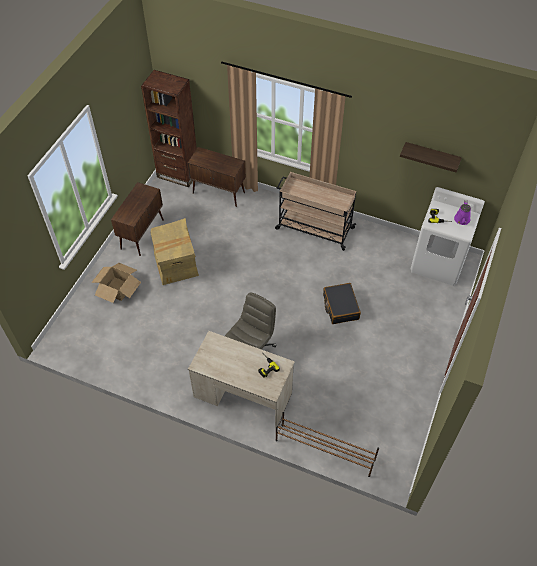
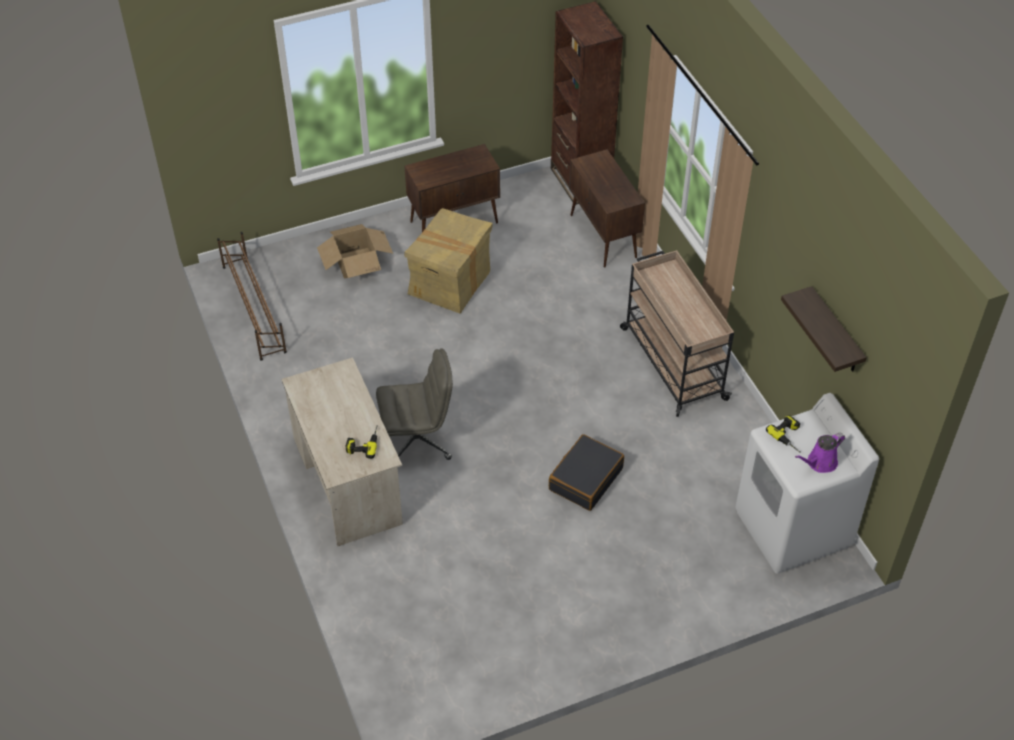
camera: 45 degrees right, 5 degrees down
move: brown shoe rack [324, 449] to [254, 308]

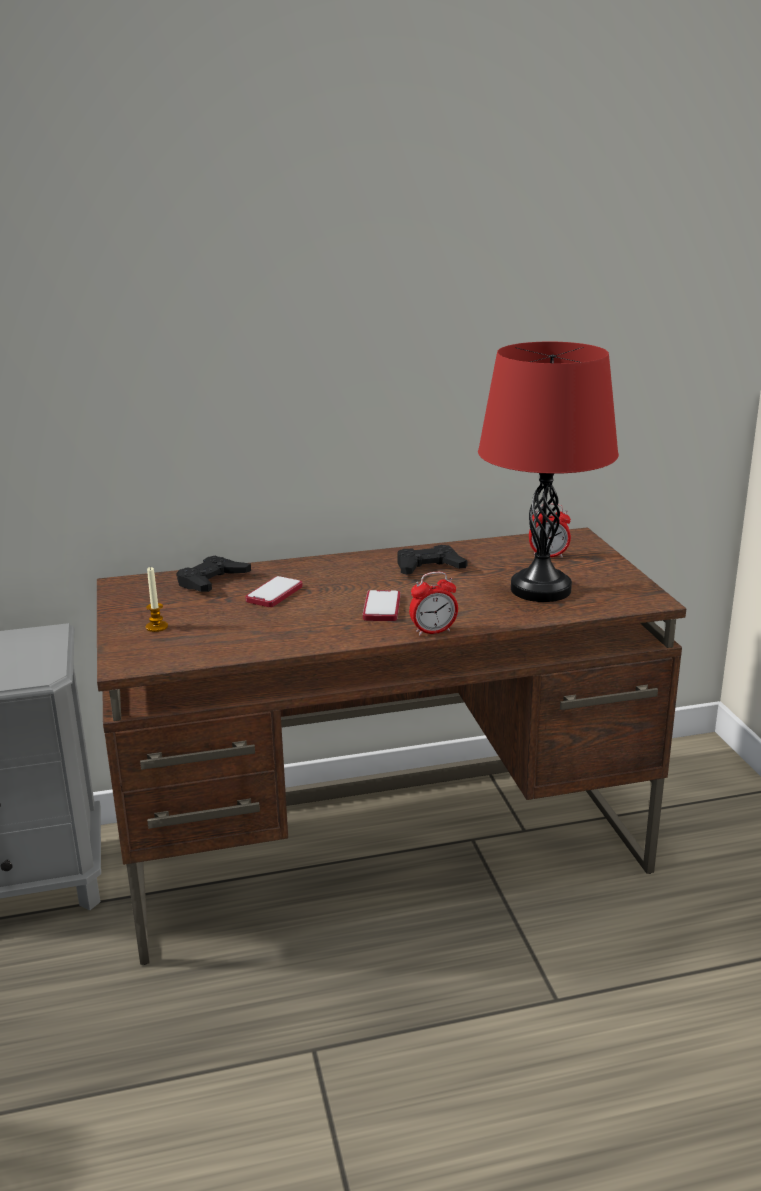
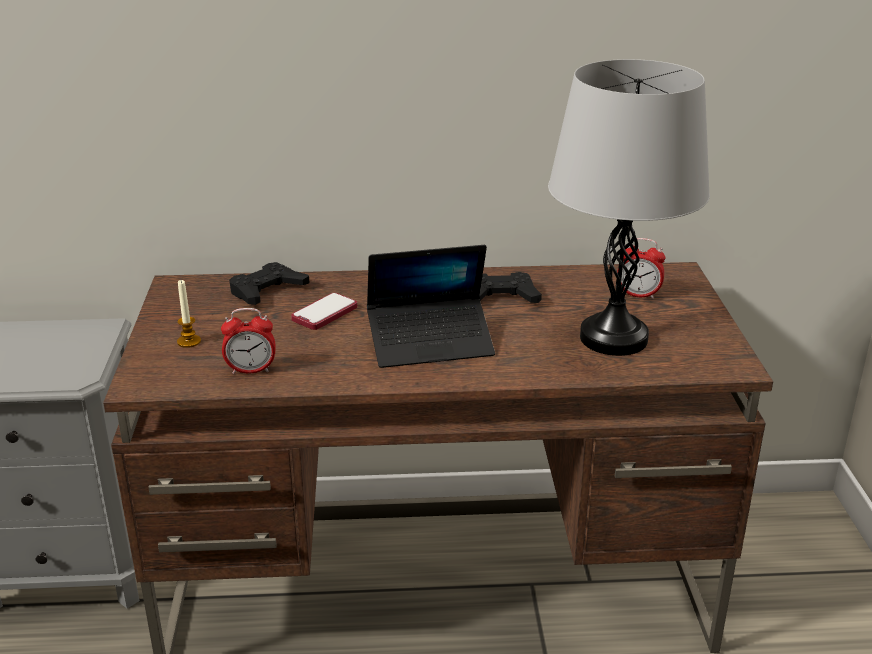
camera: 10 degrees right, 5 degrees up
move: alarm clock [433, 631] to [251, 370]
replace: phone [381, 608] to laptop [430, 343]
recolor: red table lamp [540, 589] to grey table lamp [613, 338]

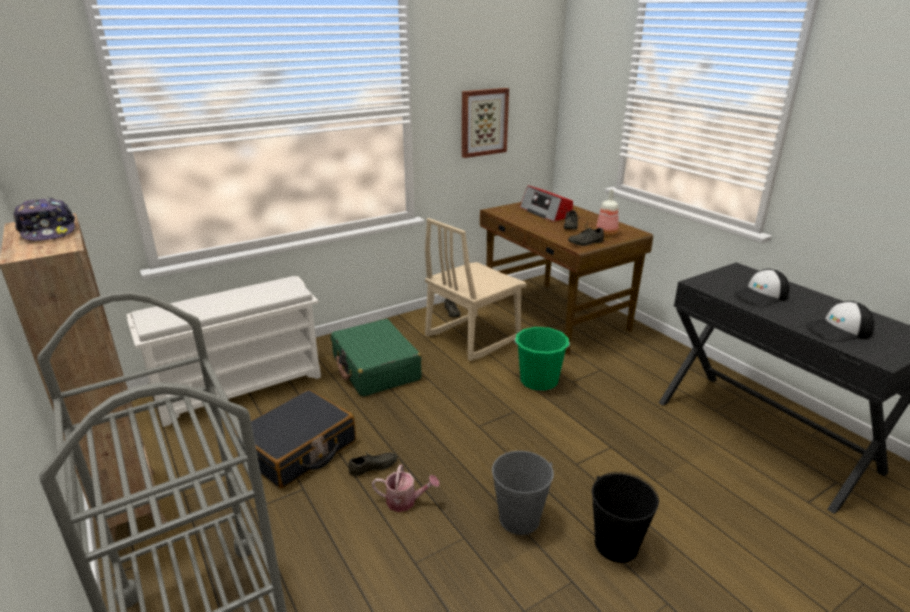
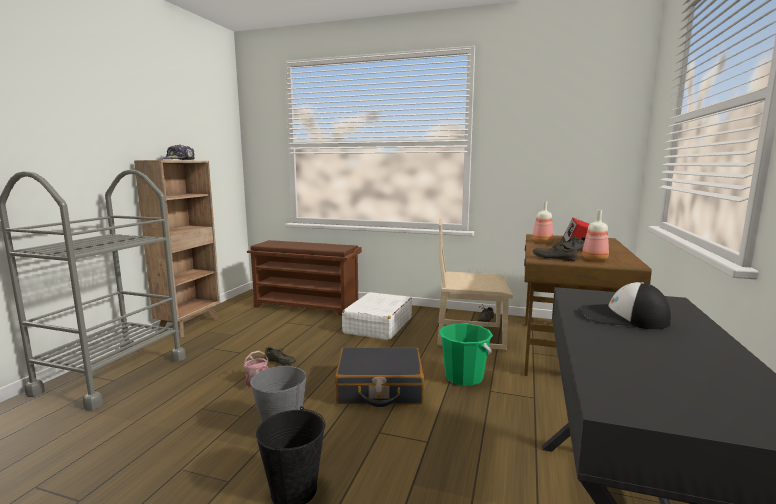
camera: 50 degrees right, 15 degrees down
delete: picture [483, 122]; cap [839, 330]
insert: bottle [541, 241]
move: black suitcase [298, 449] to [379, 388]
recolor: white shoe rack [241, 386] to brown shoe rack [307, 306]; green suitcase [376, 368] to white suitcase [378, 325]

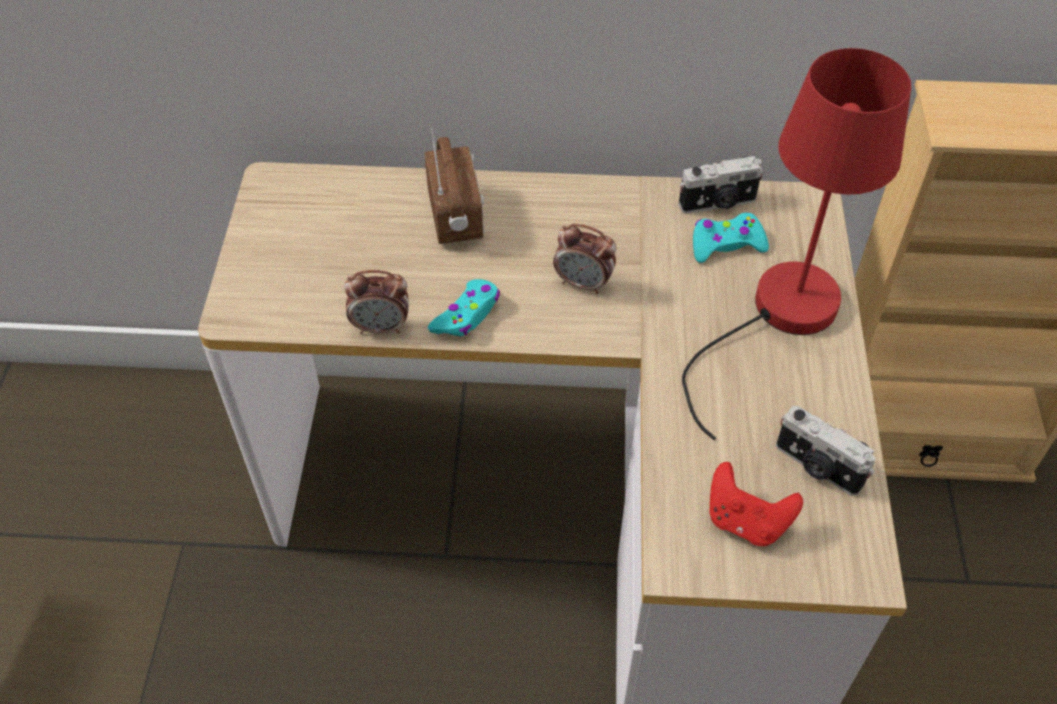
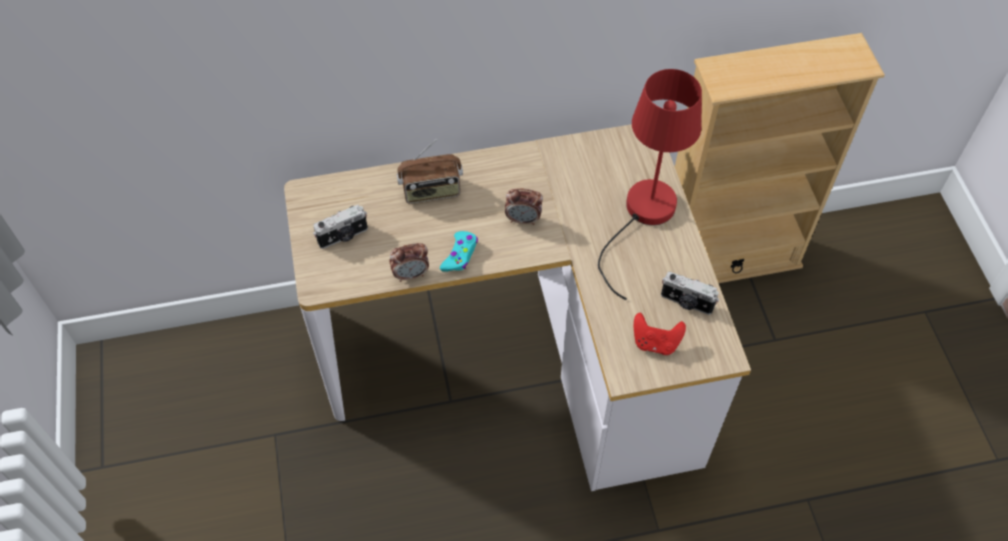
camera: 15 degrees left, 5 degrees up
delete: turquoise game controller [726, 244]
move: photo camera [718, 204] to [343, 236]
rotate: radio [456, 216] = [431, 191] 105 degrees clockwise

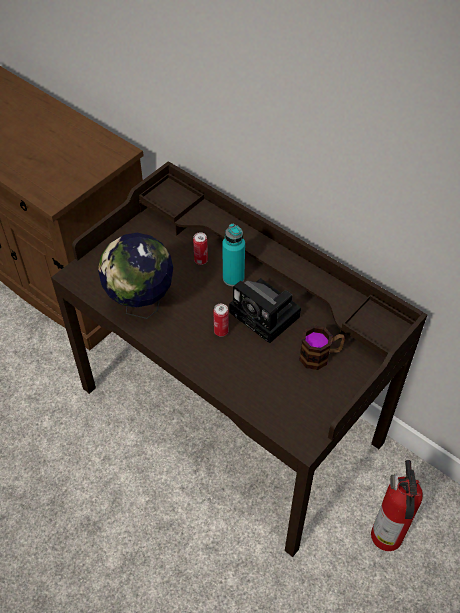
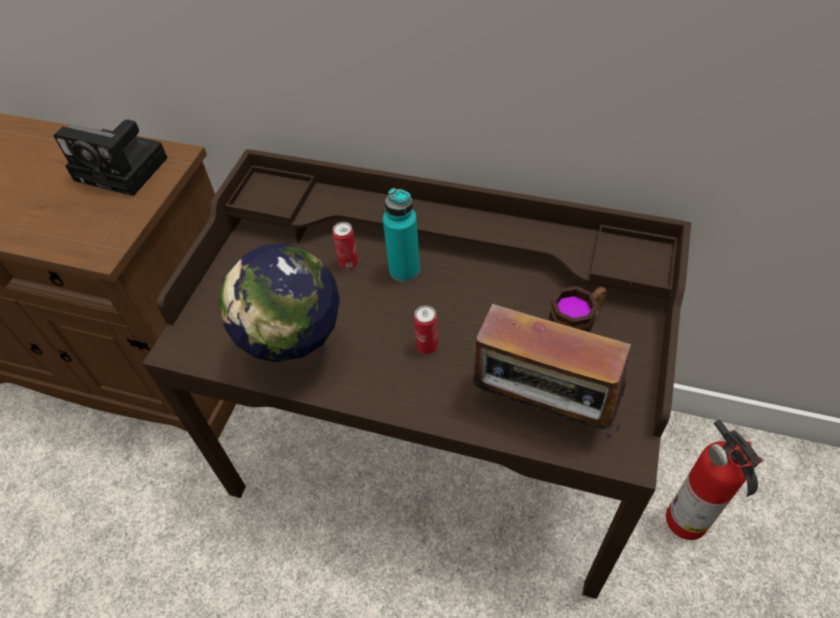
camera: 20 degrees left, 0 degrees up
insert: radio [542, 409]
move: photo camera [267, 315] to [125, 169]

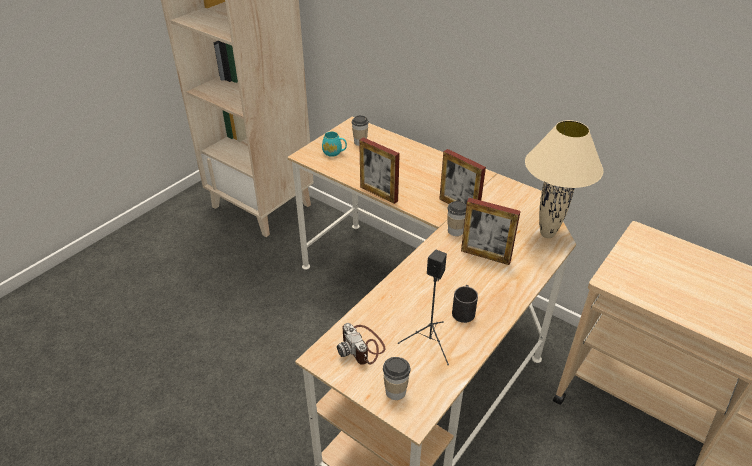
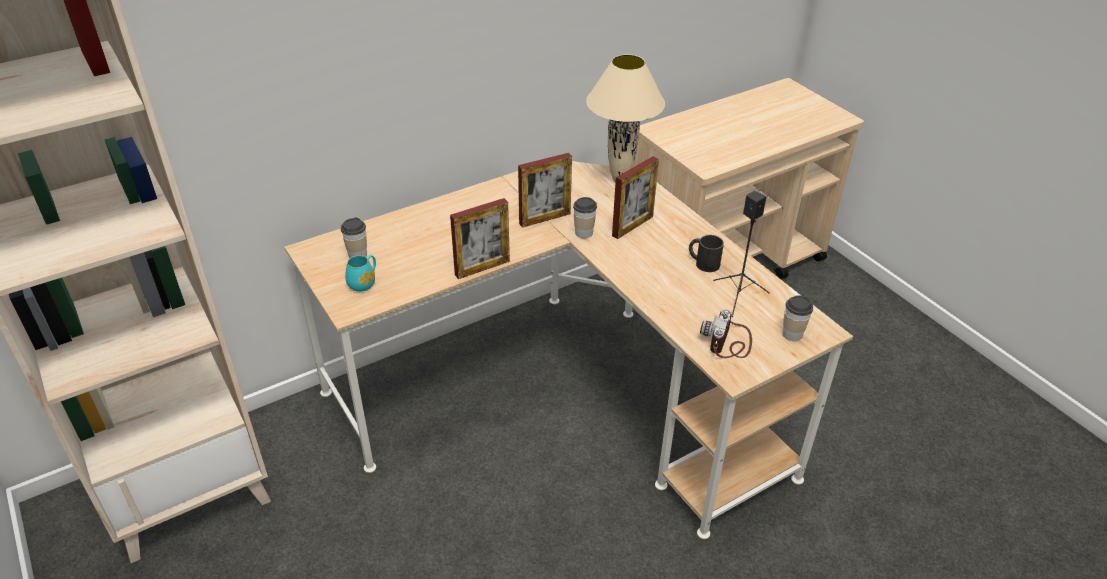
camera: 70 degrees left, 0 degrees up
rotate: photo camera [362, 346] = [728, 342] 120 degrees clockwise

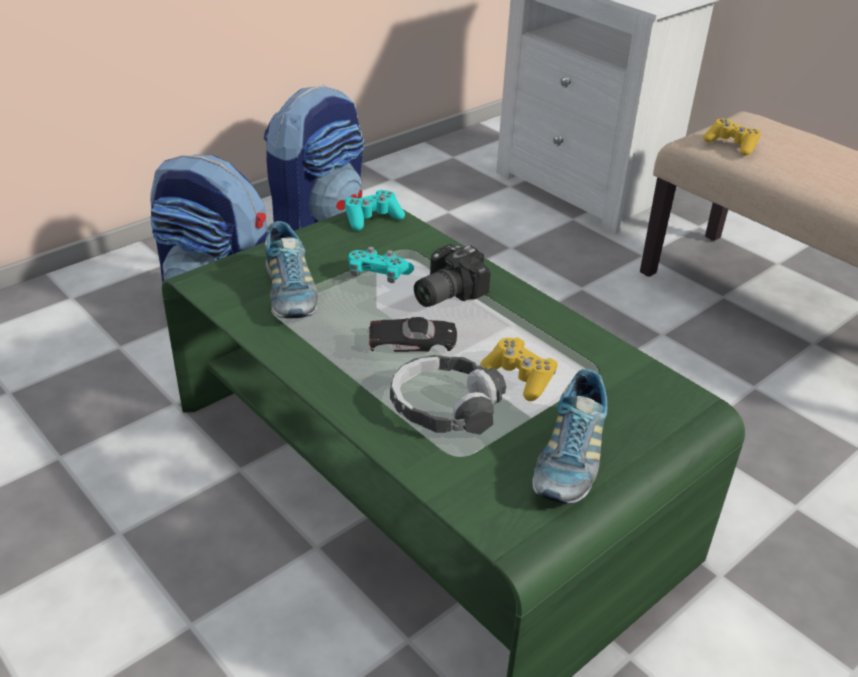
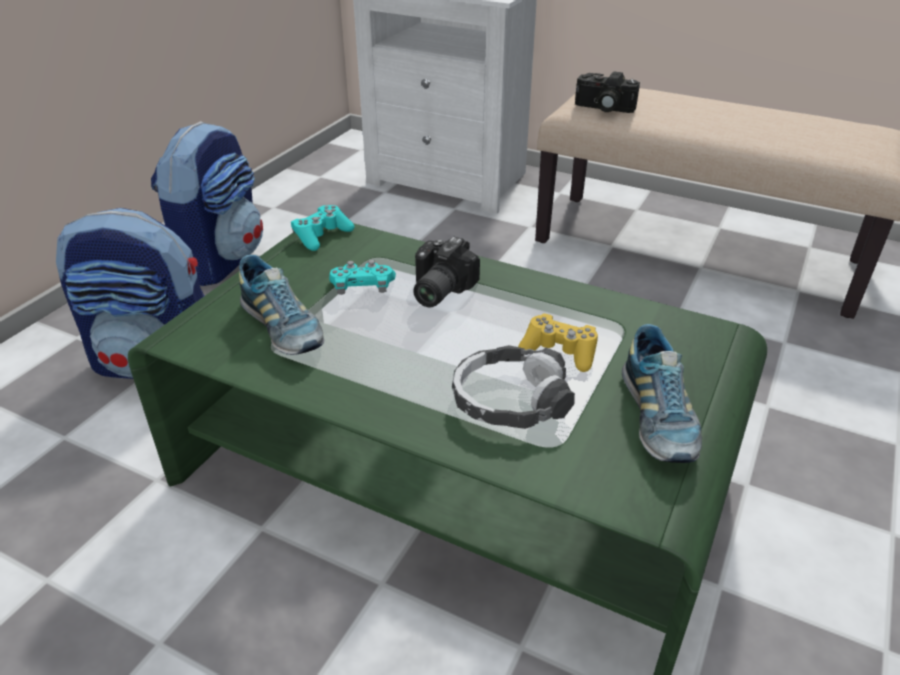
camera: 20 degrees left, 0 degrees up
delete: black toy car [412, 341]
replace: yellow game controller [731, 144] to photo camera [603, 108]

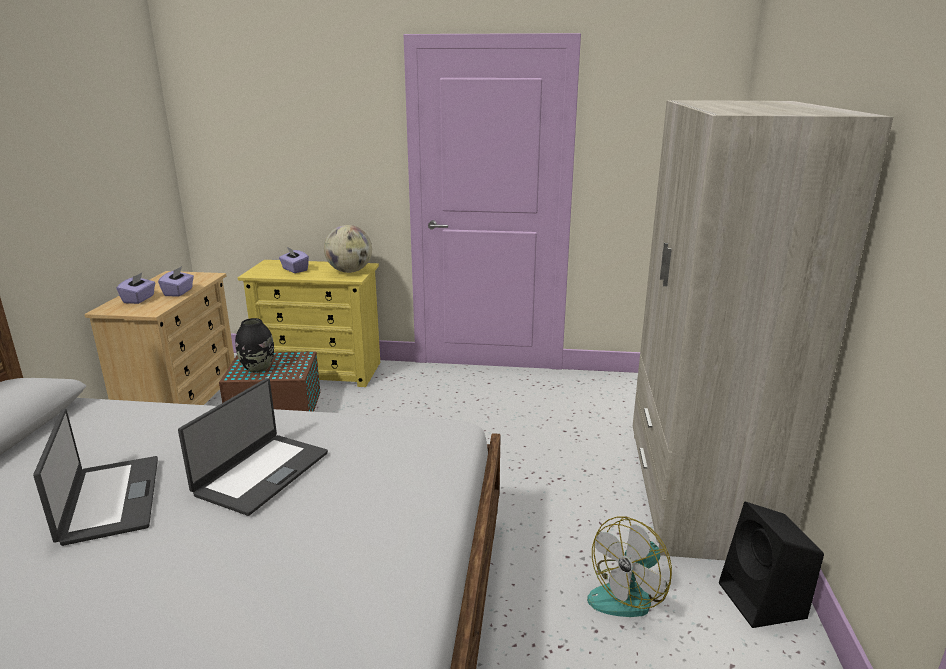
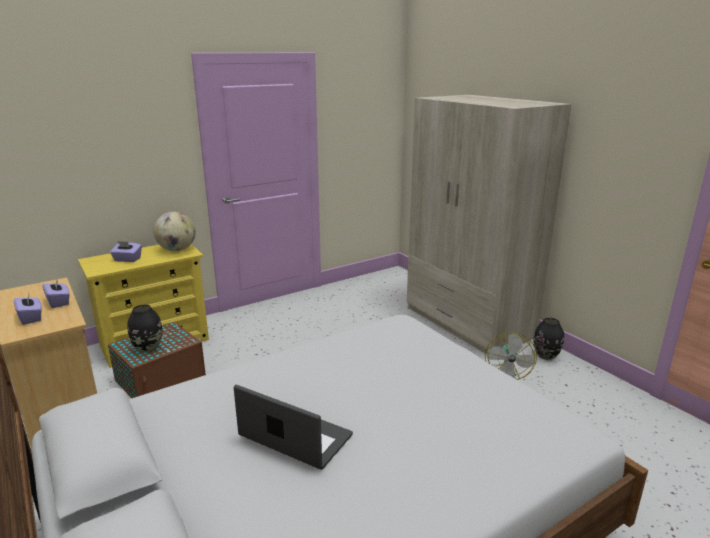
camera: 40 degrees left, 0 degrees up
delete: laptop [261, 473]
replace: black speaker [763, 602] to black vase [546, 356]

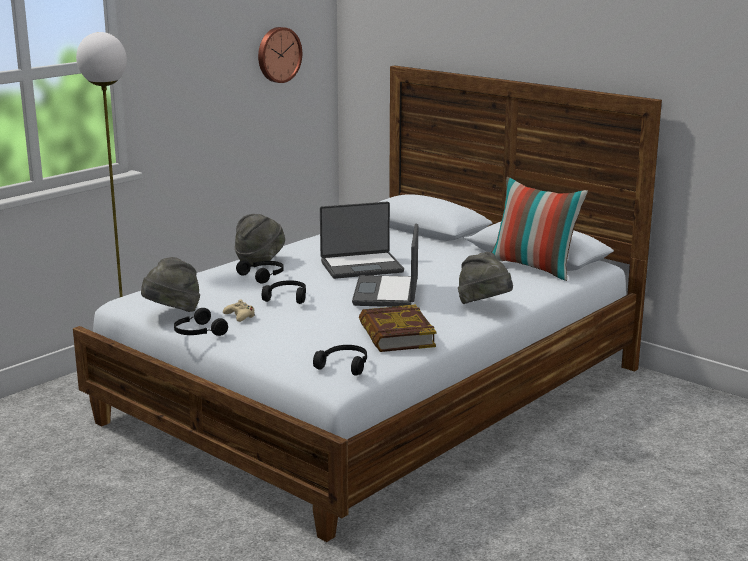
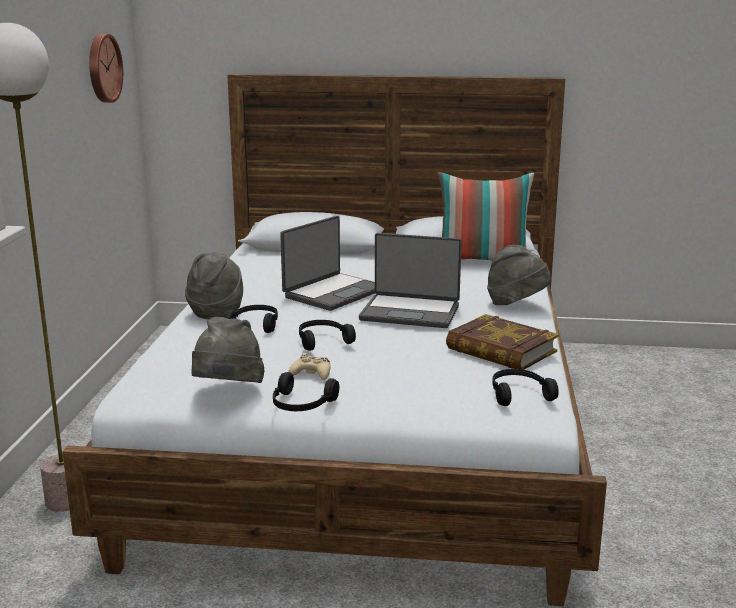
camera: 35 degrees left, 0 degrees up
rotate: laptop [387, 293] = [410, 312] 45 degrees counterclockwise

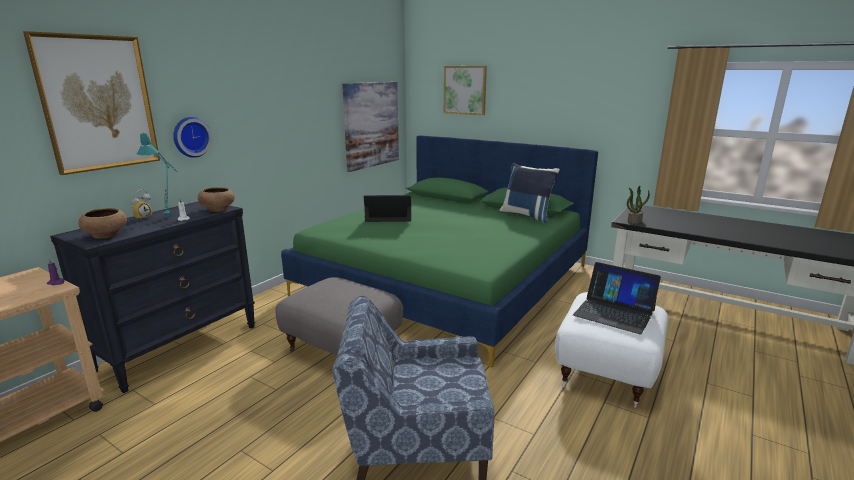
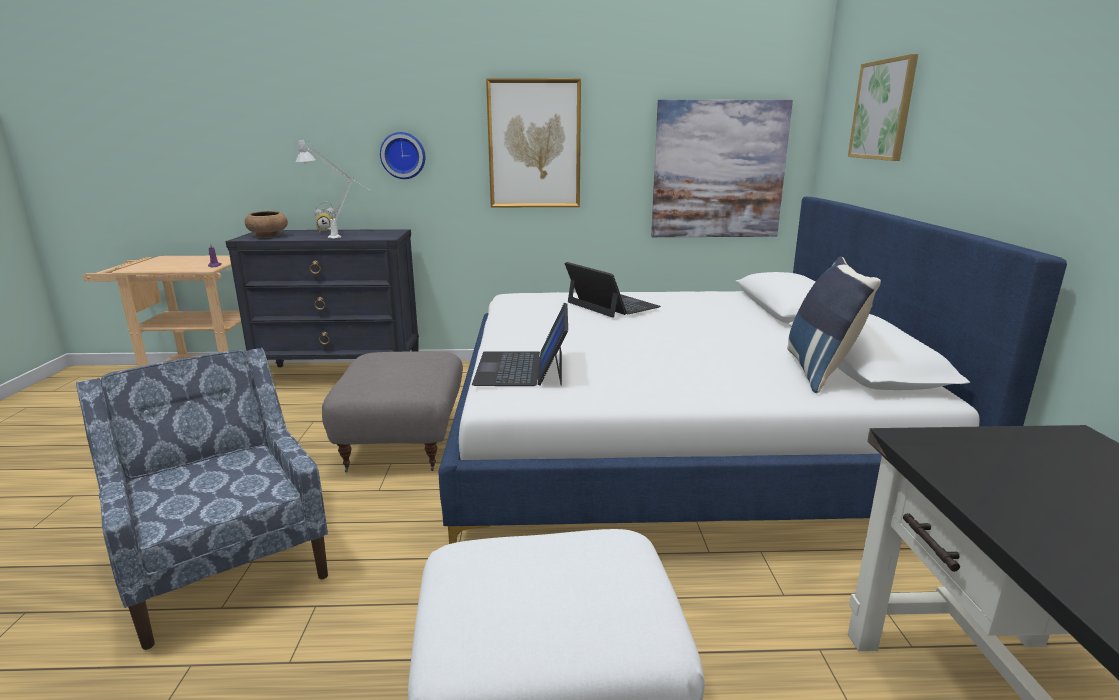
camera: 55 degrees right, 0 degrees up
delete: brown bowl [218, 209]; potted plant [634, 221]
move: laptop [614, 312] to [522, 368]; picture [98, 103] to [534, 144]
recolor: turquoise table lamp [170, 216] to grey table lamp [341, 234]; green bed [446, 280] to white bed [671, 439]

